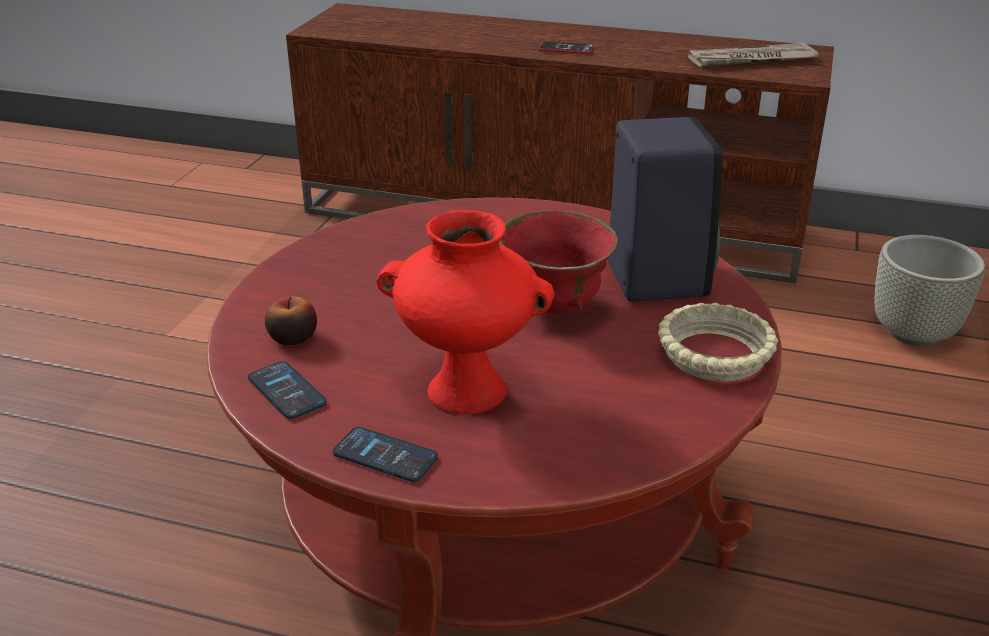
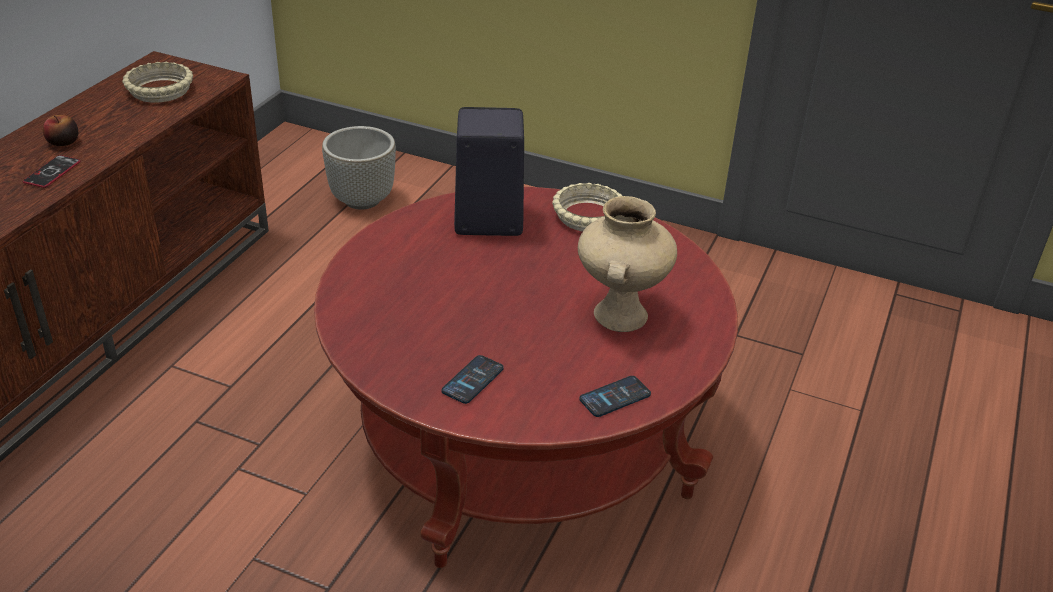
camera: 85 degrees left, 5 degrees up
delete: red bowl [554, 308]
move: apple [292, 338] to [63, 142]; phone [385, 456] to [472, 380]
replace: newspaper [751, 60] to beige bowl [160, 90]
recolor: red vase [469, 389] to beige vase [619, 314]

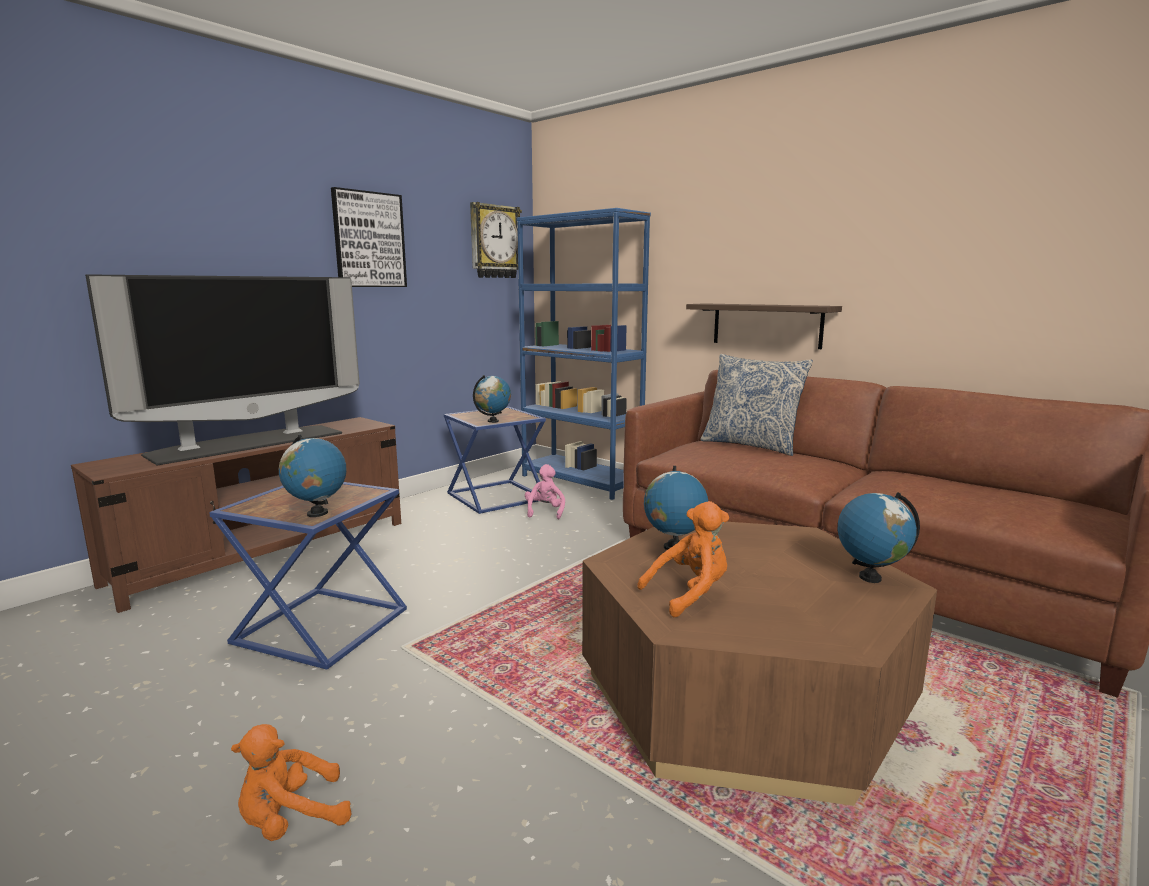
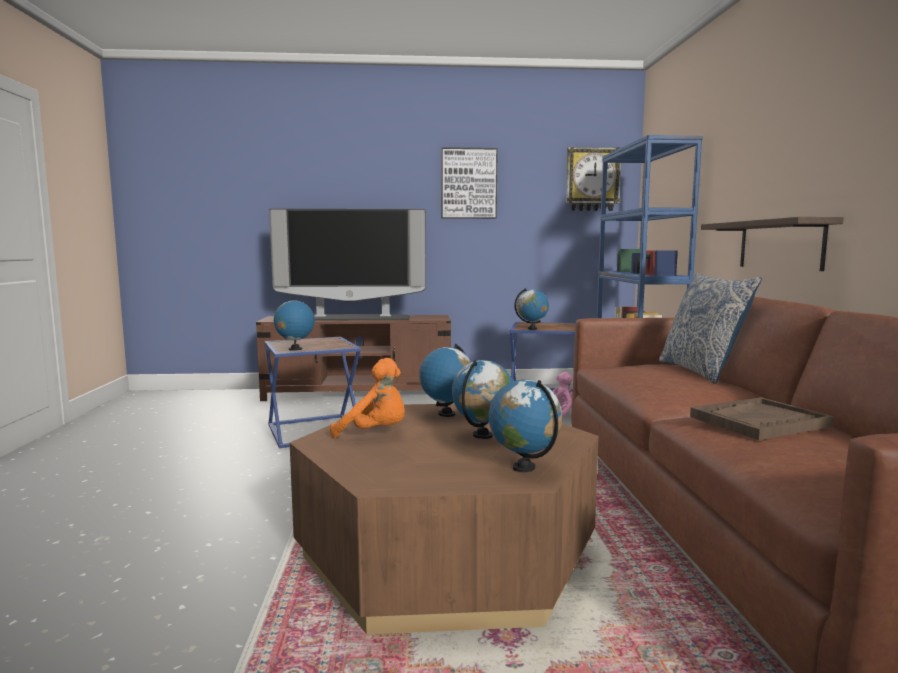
camera: 45 degrees right, 5 degrees down
delete: orange plush toy [291, 820]
insert: globe [482, 436]; brown tray [759, 421]

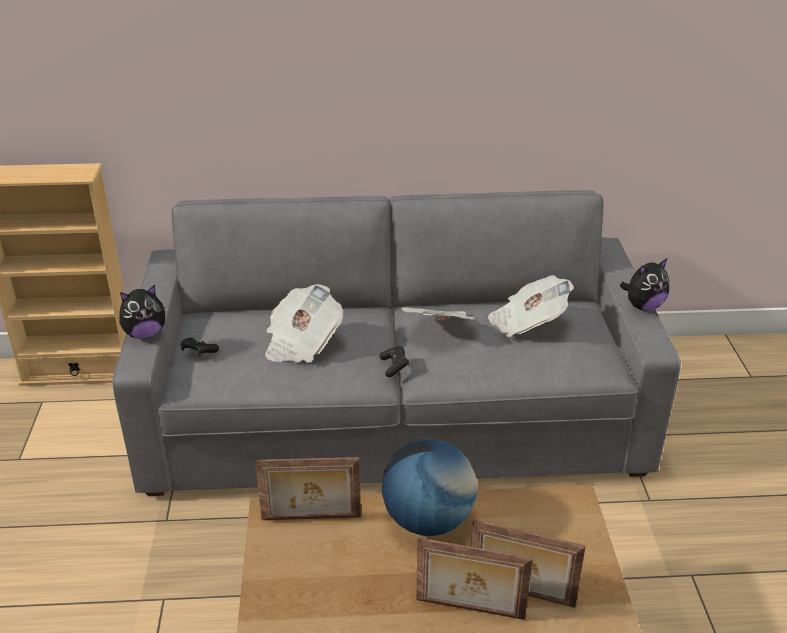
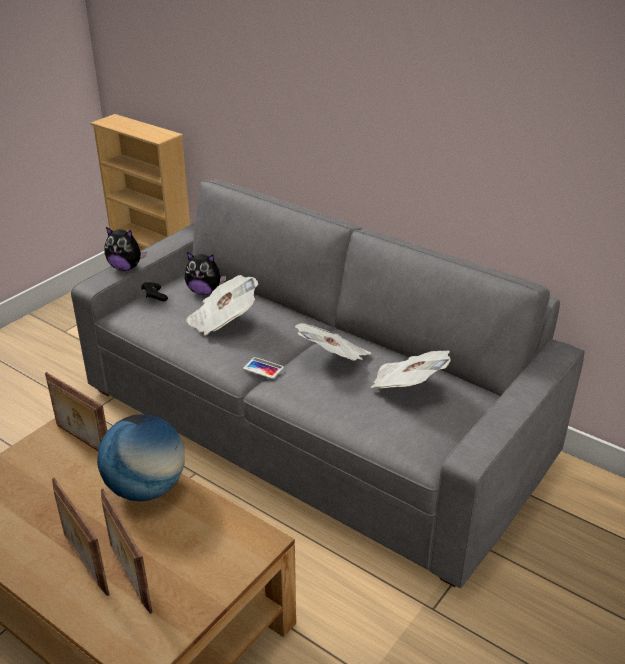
camera: 40 degrees right, 0 degrees up
move: plush toy [643, 306] to [204, 291]
replace: black game controller [394, 366] to phone [263, 368]

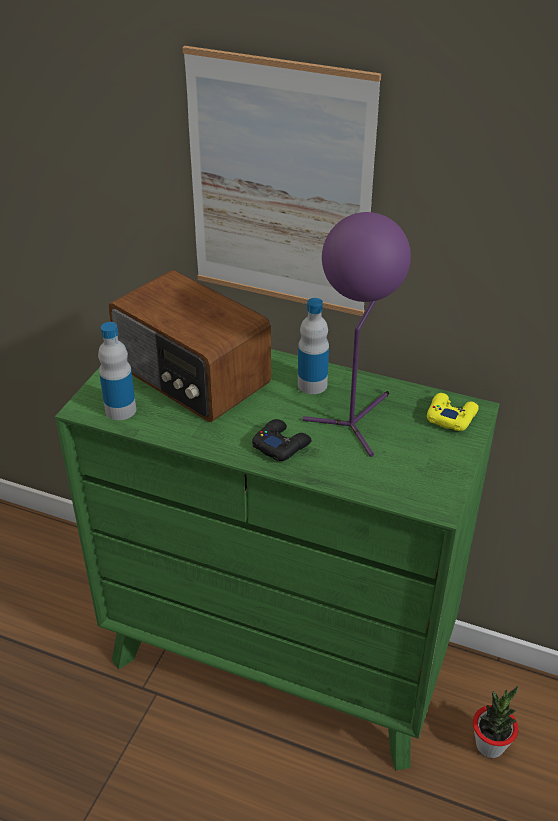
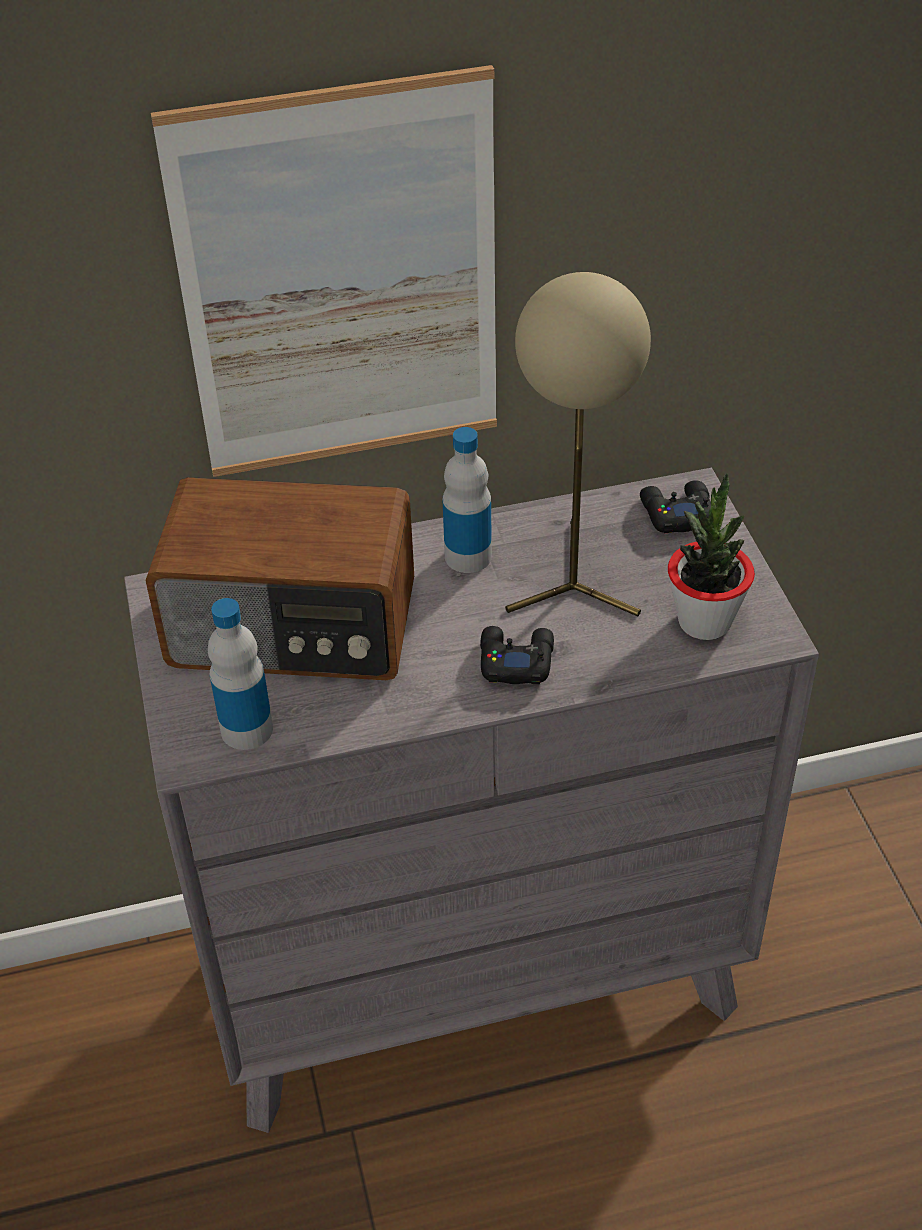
camera: 35 degrees left, 5 degrees up
move: potted plant [490, 745] to [704, 621]
recolor: green dresser [279, 657] to grey dresser [472, 974]; purple table lamp [356, 421] to beige table lamp [572, 578]; yellow game controller [450, 416] to black game controller [676, 513]

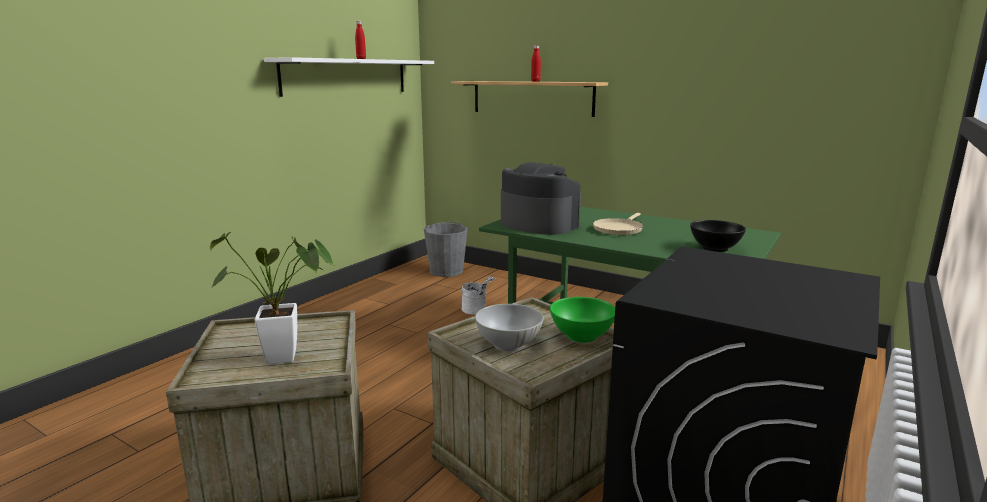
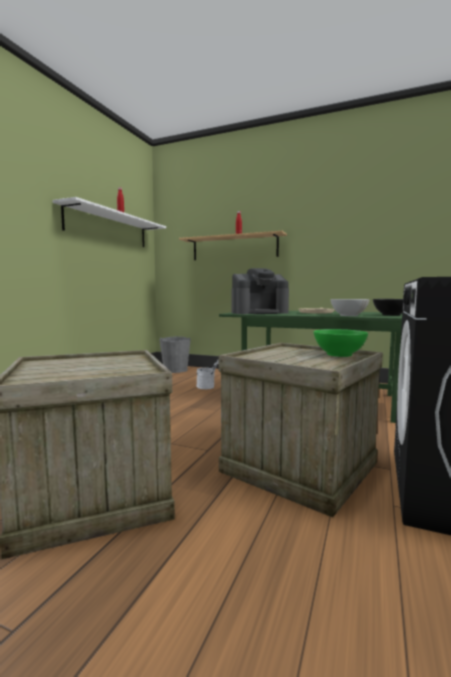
camera: 10 degrees left, 10 degrees down
delete: potted plant [290, 357]
move: white bowl [508, 344] to [348, 315]
rotate: coffee machine [538, 224] = [259, 313] 135 degrees clockwise

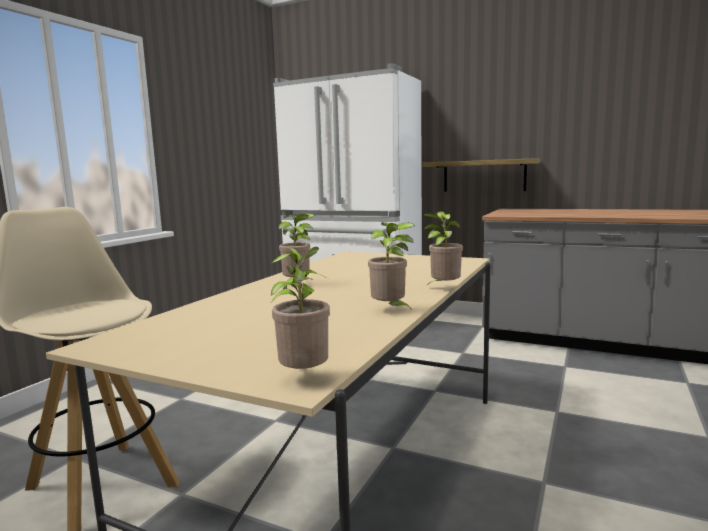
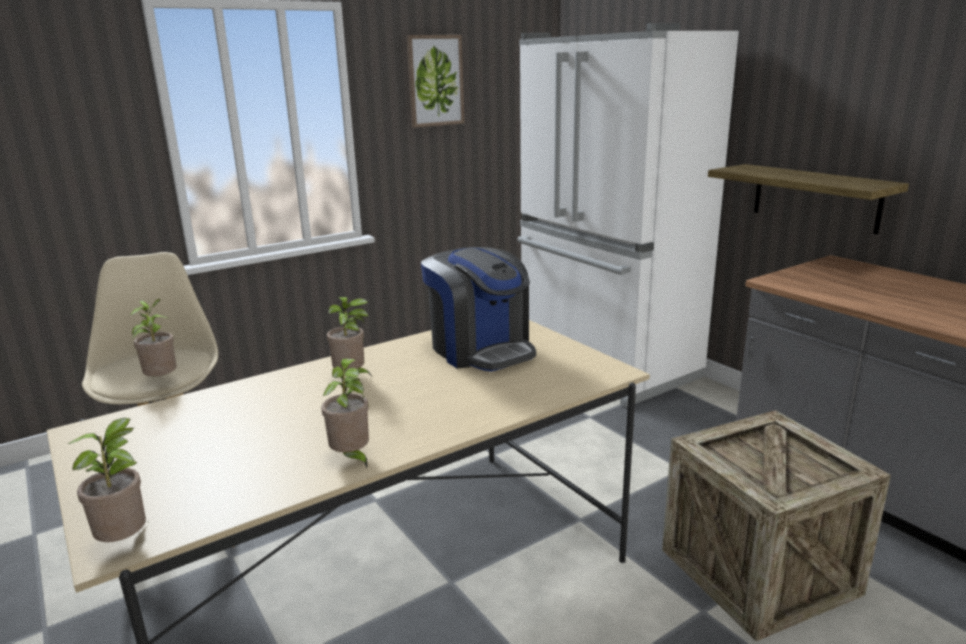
camera: 30 degrees right, 10 degrees up
insert: picture [435, 81]; coffee machine [481, 349]; crate [758, 571]
move: potted plant [443, 288] to [162, 381]

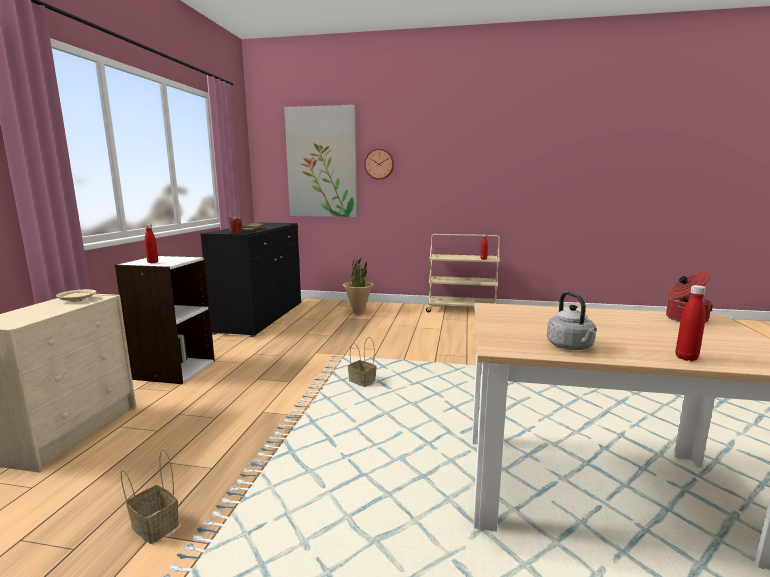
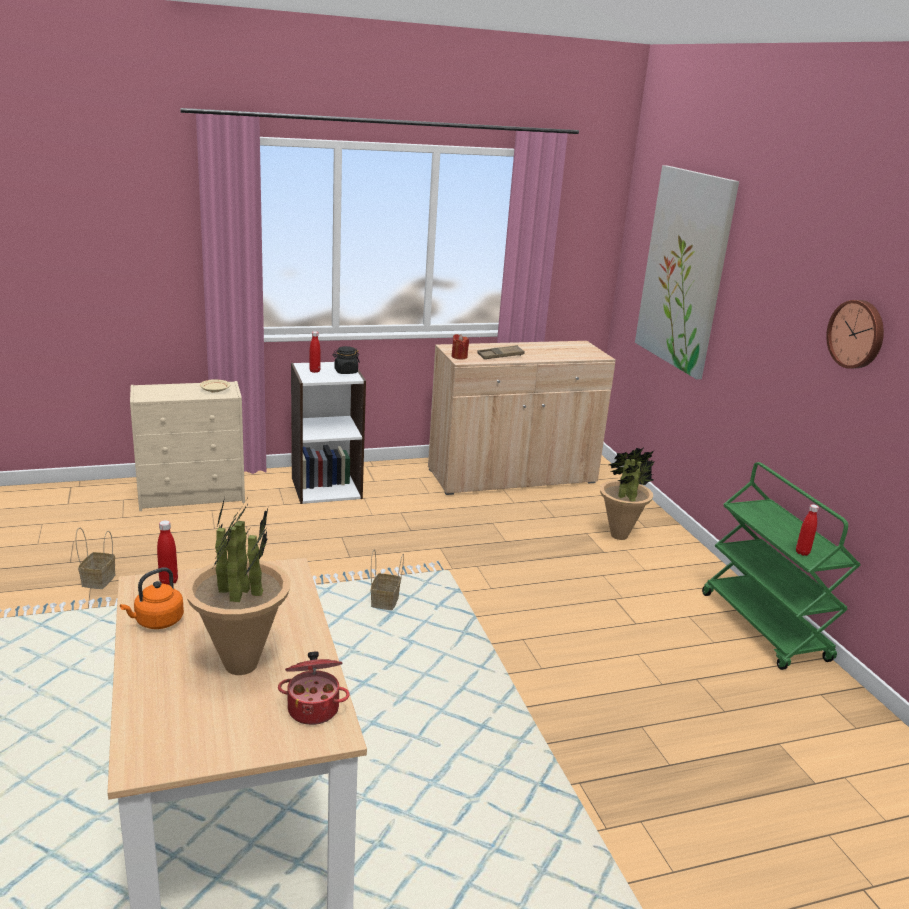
camera: 60 degrees right, 10 degrees up
insert: potted plant [240, 664]; black jar [346, 372]
move: red bottle [686, 358] to [168, 581]; wall clock [379, 164] to [857, 334]
recolor: grey kettle [571, 347] to orange kettle [157, 622]; black cabinet [261, 317] to beige cabinet [512, 476]; beige cart [461, 310] to green cart [765, 627]

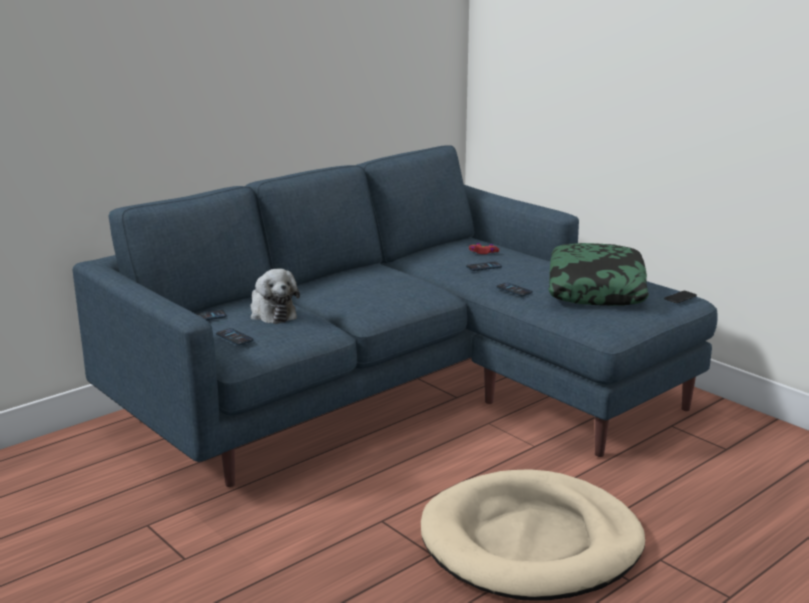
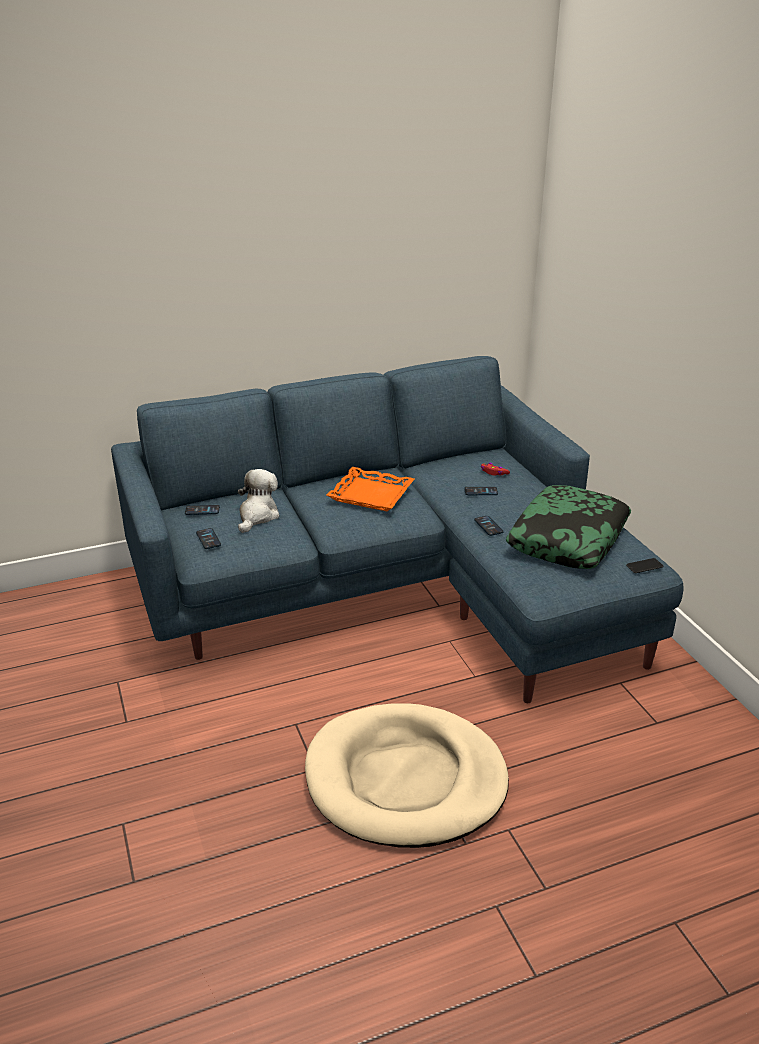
camera: 20 degrees right, 10 degrees up
insert: orange tray [371, 494]
rotate: plush toy [271, 313] = [257, 516] 150 degrees counterclockwise

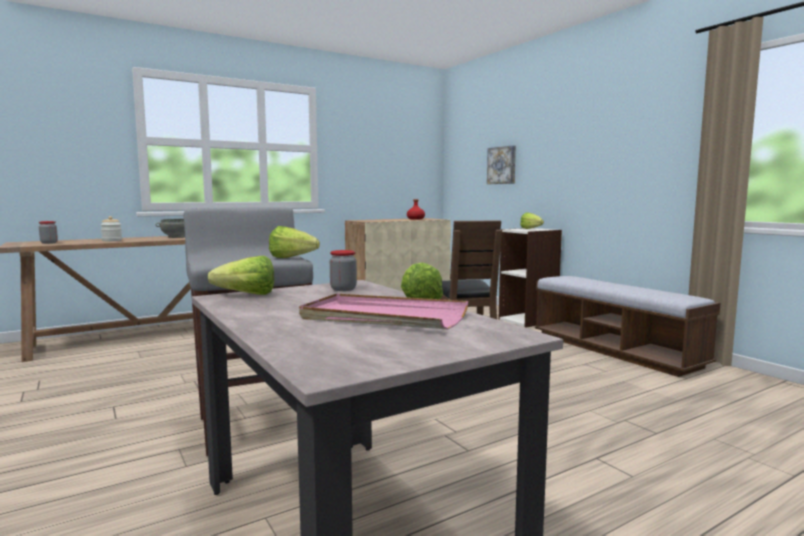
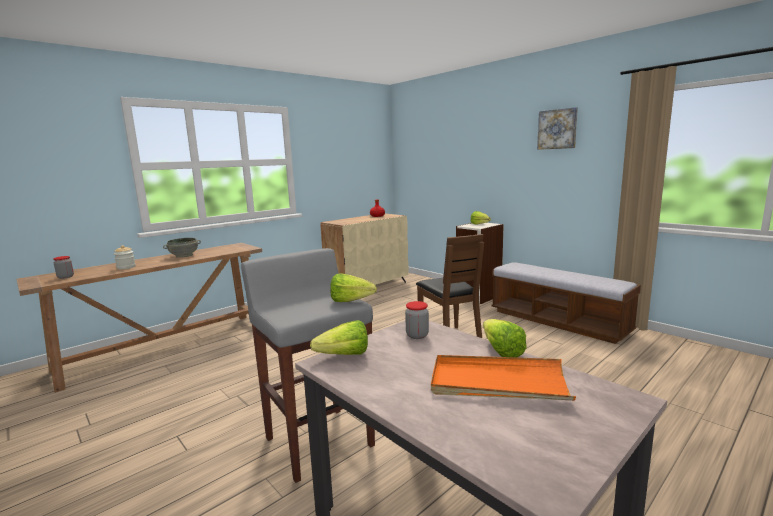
camera: 10 degrees left, 5 degrees up
move: picture [502, 165] to [557, 129]
recolor: pink tray [383, 317] to orange tray [498, 382]

